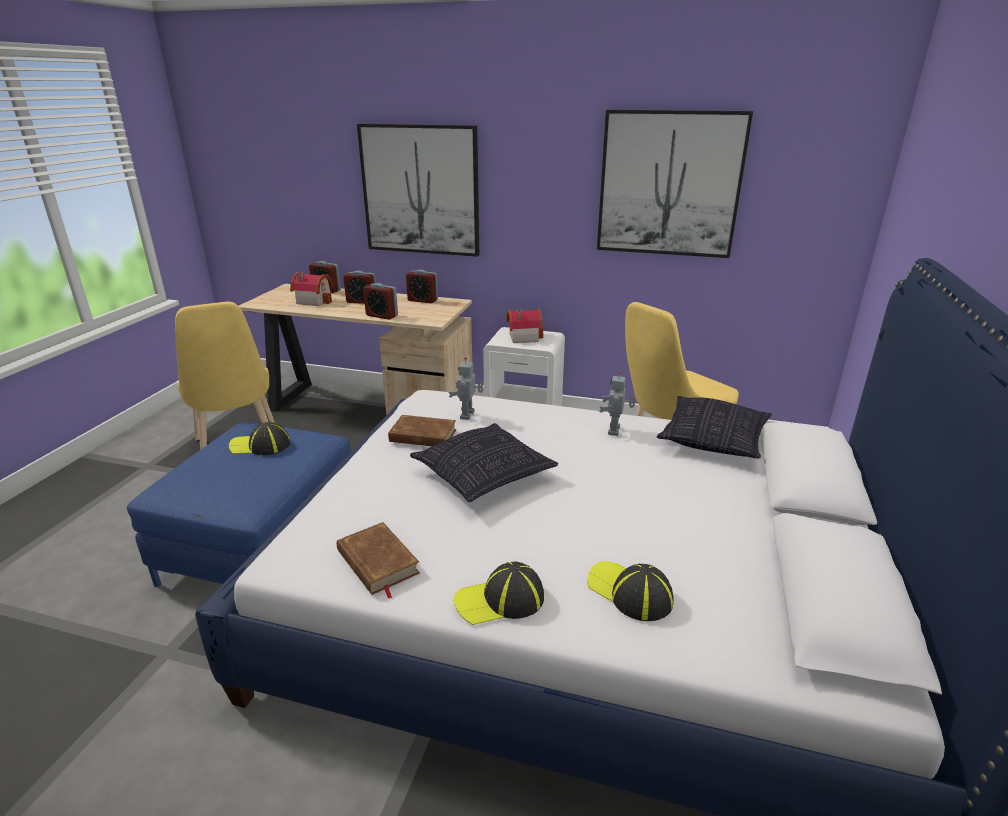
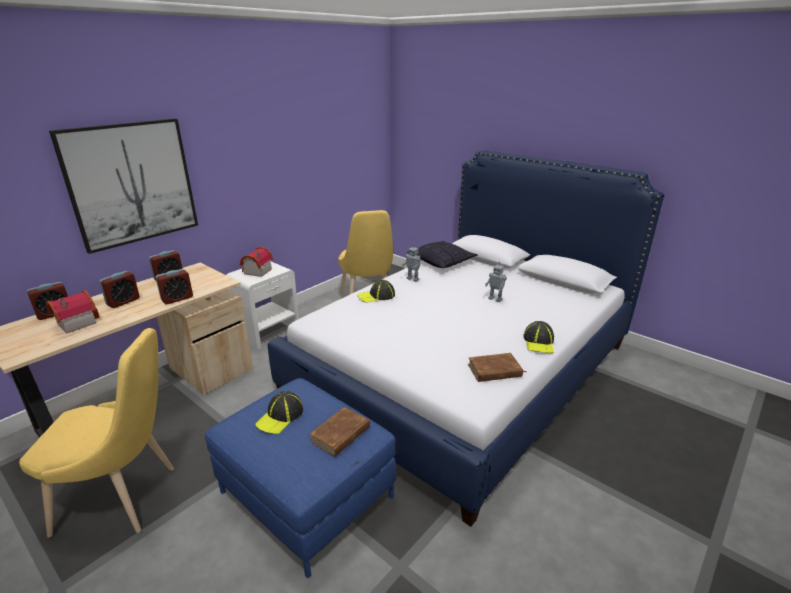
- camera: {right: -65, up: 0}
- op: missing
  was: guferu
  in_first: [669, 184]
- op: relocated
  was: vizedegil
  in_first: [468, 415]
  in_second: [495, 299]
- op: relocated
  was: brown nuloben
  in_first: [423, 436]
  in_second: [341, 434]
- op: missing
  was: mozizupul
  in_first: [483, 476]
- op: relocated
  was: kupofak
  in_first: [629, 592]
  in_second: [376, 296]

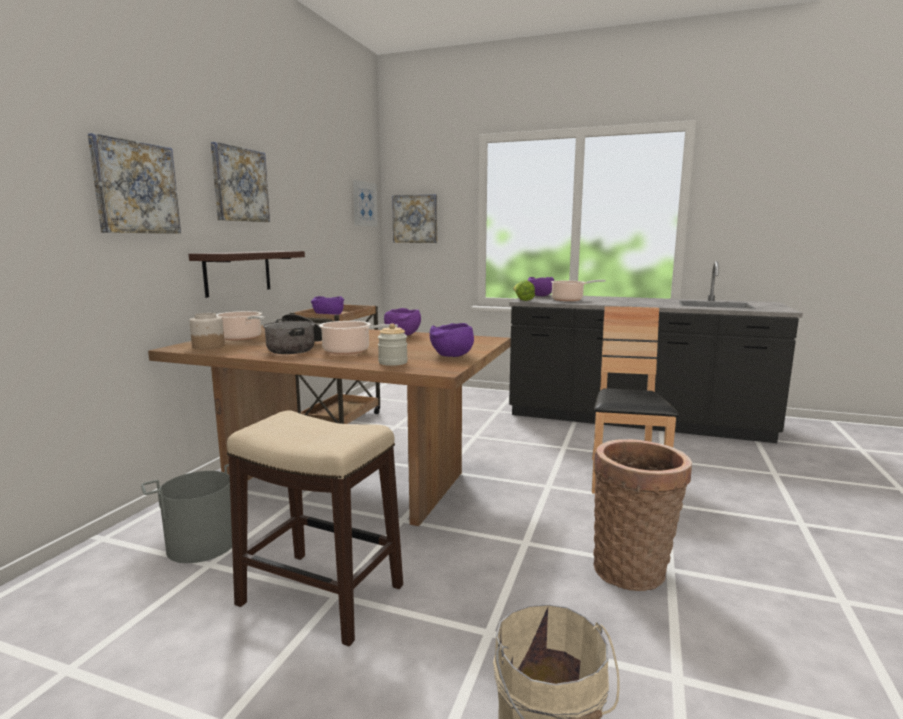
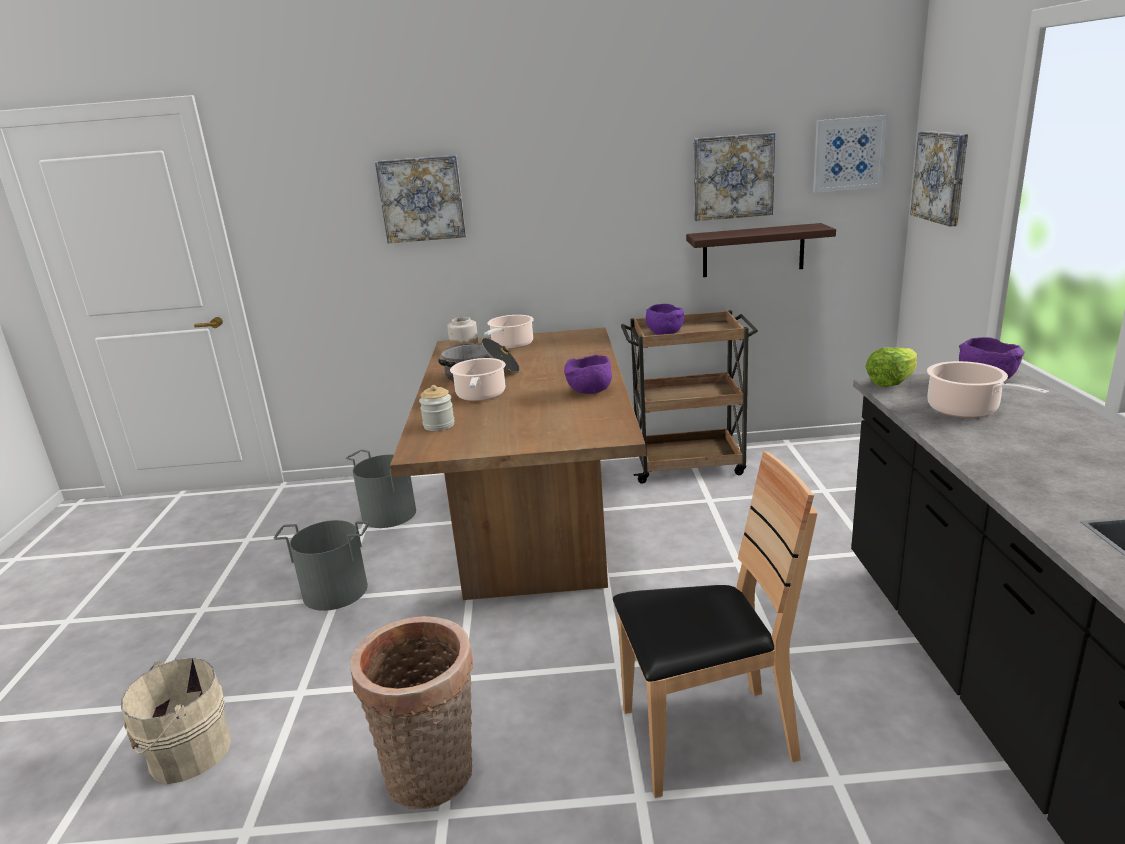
- camera: {right: 70, up: 10}
- op: relocated
  was: guferu
  in_first: [239, 185]
  in_second: [733, 176]
- op: relocated
  was: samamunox
  in_first: [238, 272]
  in_second: [753, 250]
- op: missing
  was: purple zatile
  in_first: [451, 356]
- op: exchanged
  was: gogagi
  now: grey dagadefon
  in_first: [320, 594]
  in_second: [335, 590]

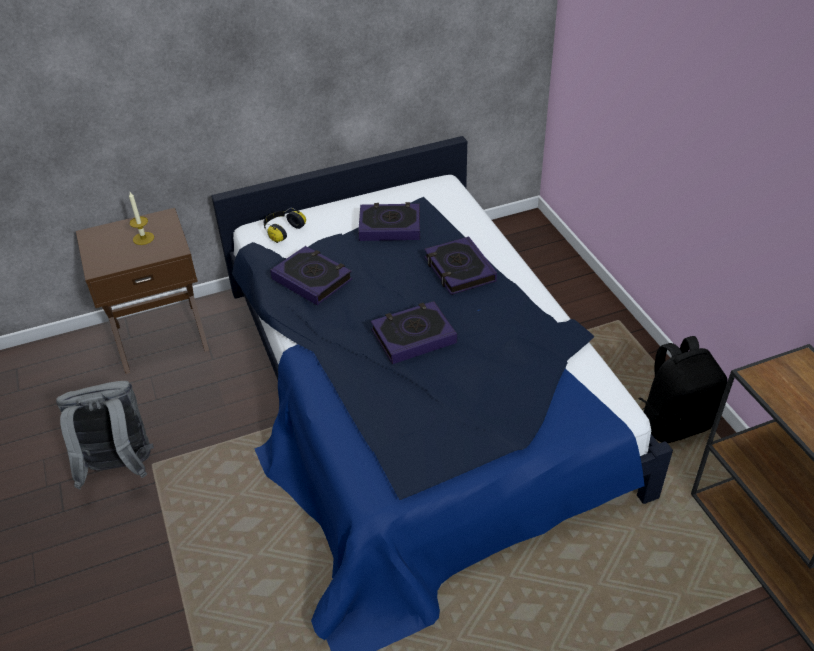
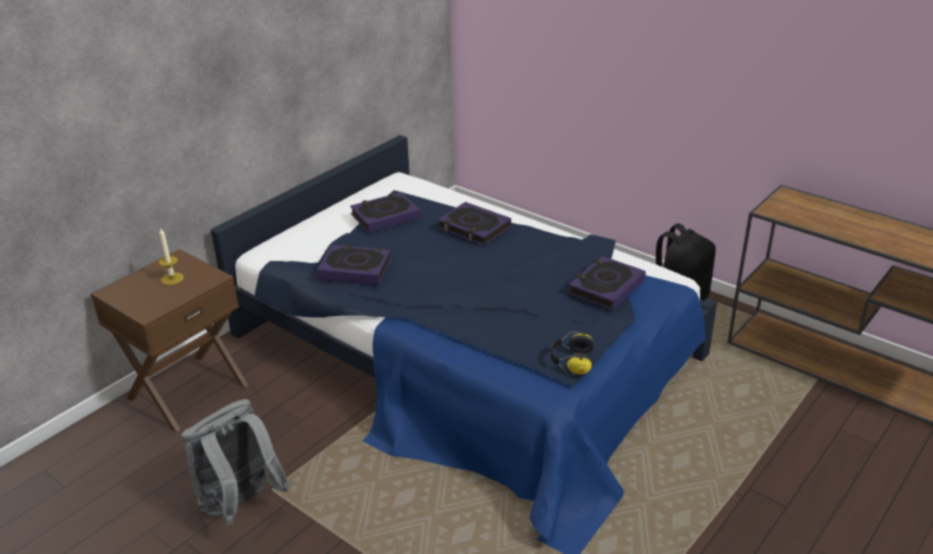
- camera: {right: -30, up: -10}
- op: relocated
  was: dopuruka
  in_first: [282, 231]
  in_second: [571, 361]
- op: relocated
  was: nuloben
  in_first: [413, 336]
  in_second: [606, 287]

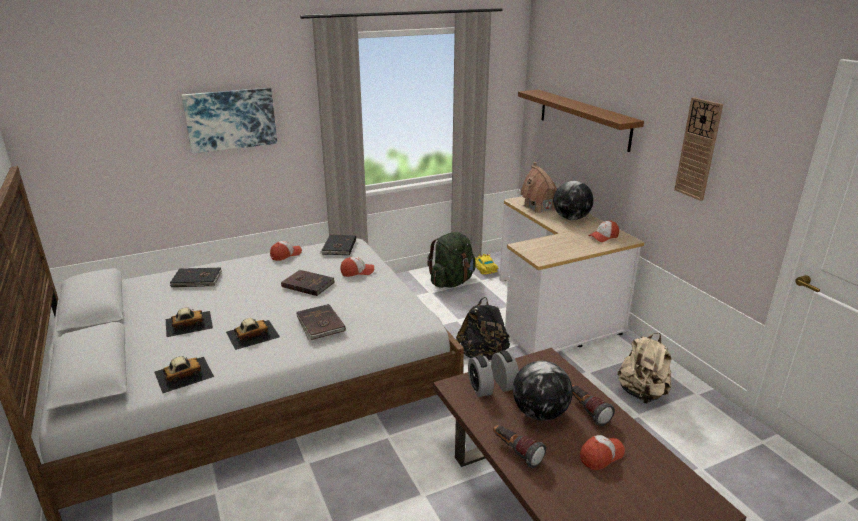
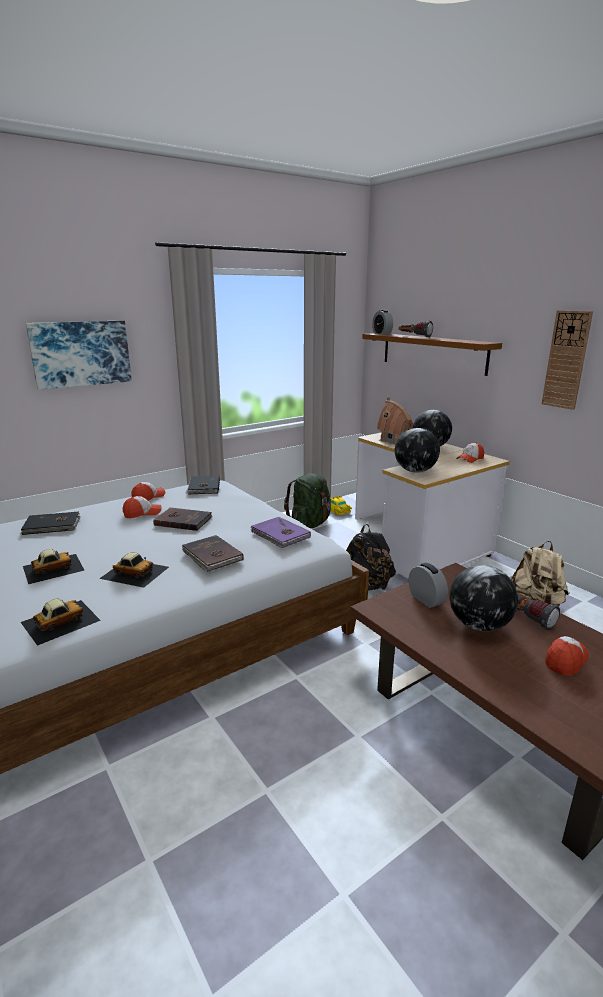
- camera: {right: -10, up: -5}
- op: relocated
  was: kupofak
  in_first: [357, 272]
  in_second: [142, 513]
- op: spun
  was: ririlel
  in_first: [252, 334]
  in_second: [134, 572]
  clockwise: 60
- op: relocated
  was: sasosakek
  in_first: [480, 388]
  in_second: [382, 334]
- op: relocated
  was: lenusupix
  in_first: [516, 452]
  in_second: [414, 337]
- op: appeared
  now: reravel
  in_second: [415, 471]
- op: appeared
  now: purple nuloben
  in_second: [280, 535]

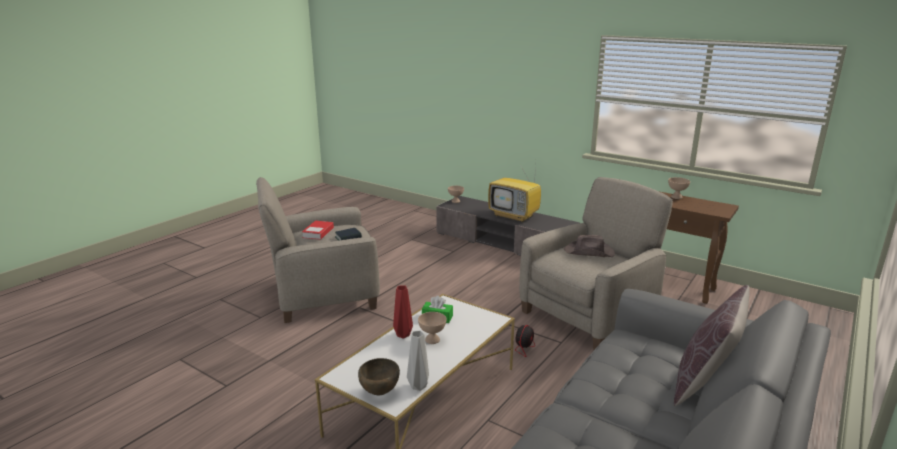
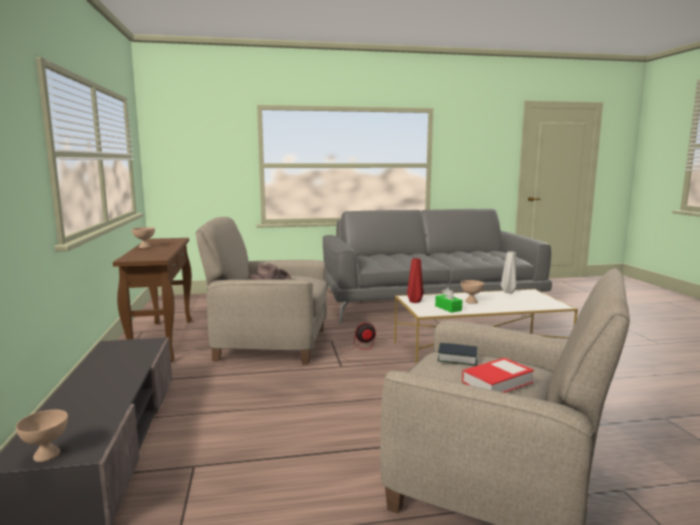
- camera: {right: -135, up: -10}
- op: missing
  was: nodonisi
  in_first: [514, 216]
- op: relocated
  was: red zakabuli
  in_first: [402, 335]
  in_second: [415, 302]
- op: missing
  was: brown mozizupul
  in_first: [704, 383]
- op: missing
  was: brown zatile
  in_first: [379, 392]

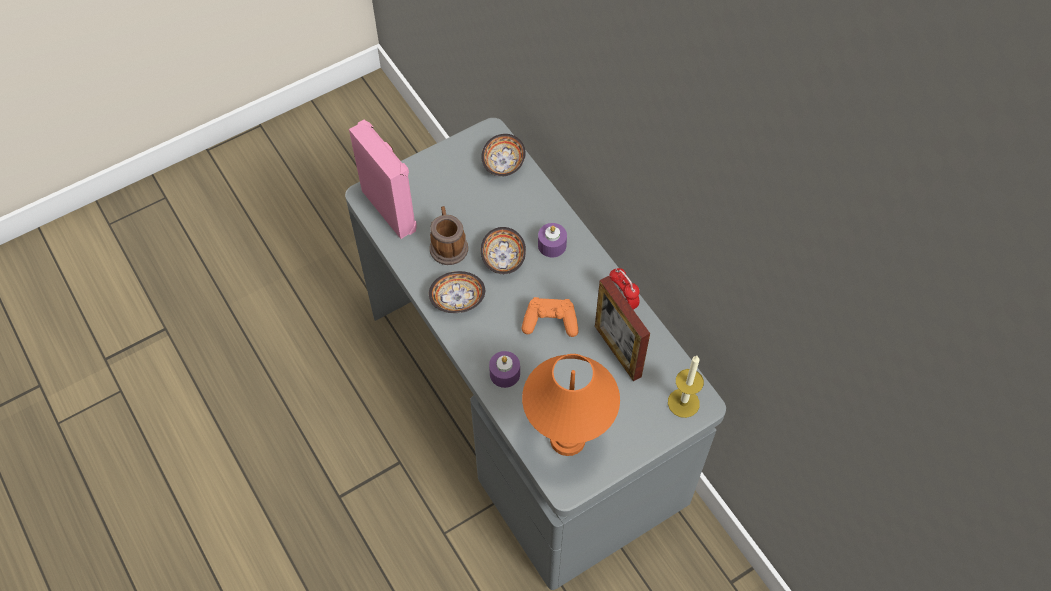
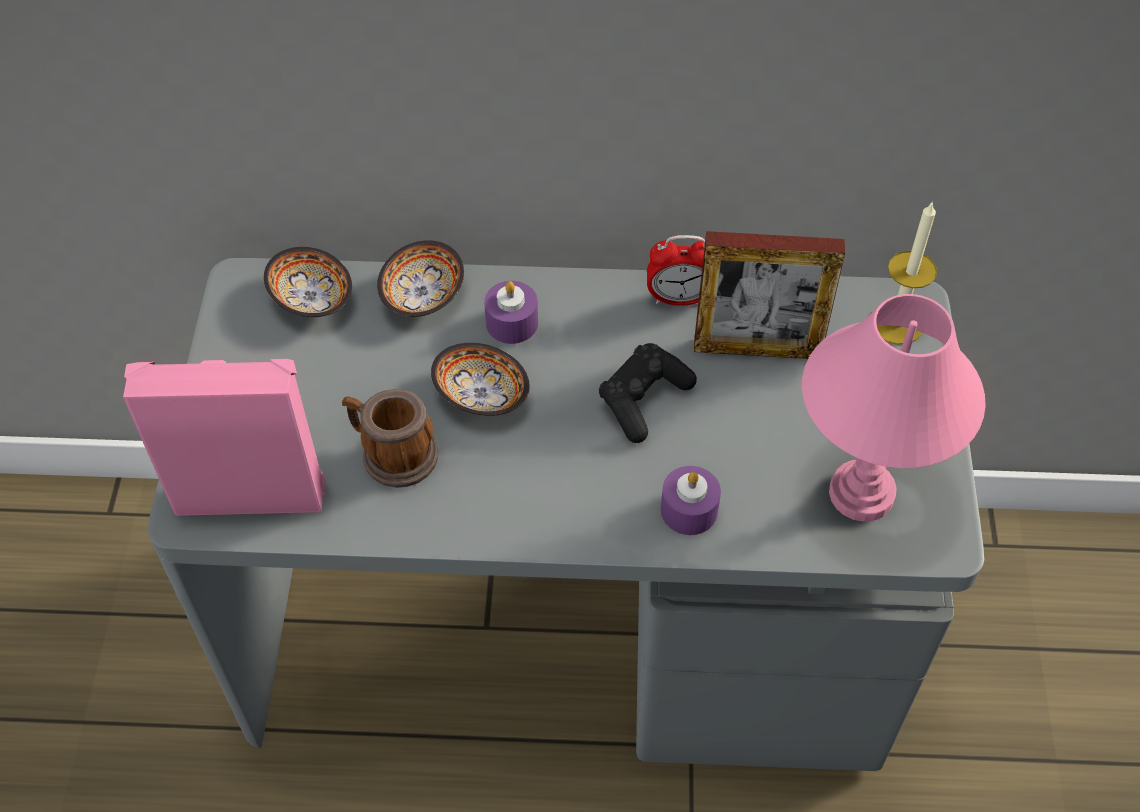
- camera: {right: -55, up: -5}
- op: relocated
  was: zatile
  in_first: [457, 299]
  in_second: [423, 295]
- op: colour
  was: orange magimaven
  now: black magimaven
  in_first: [550, 322]
  in_second: [643, 400]
- op: colour
  was: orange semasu
  now: pink semasu
  in_first: [567, 438]
  in_second: [860, 493]

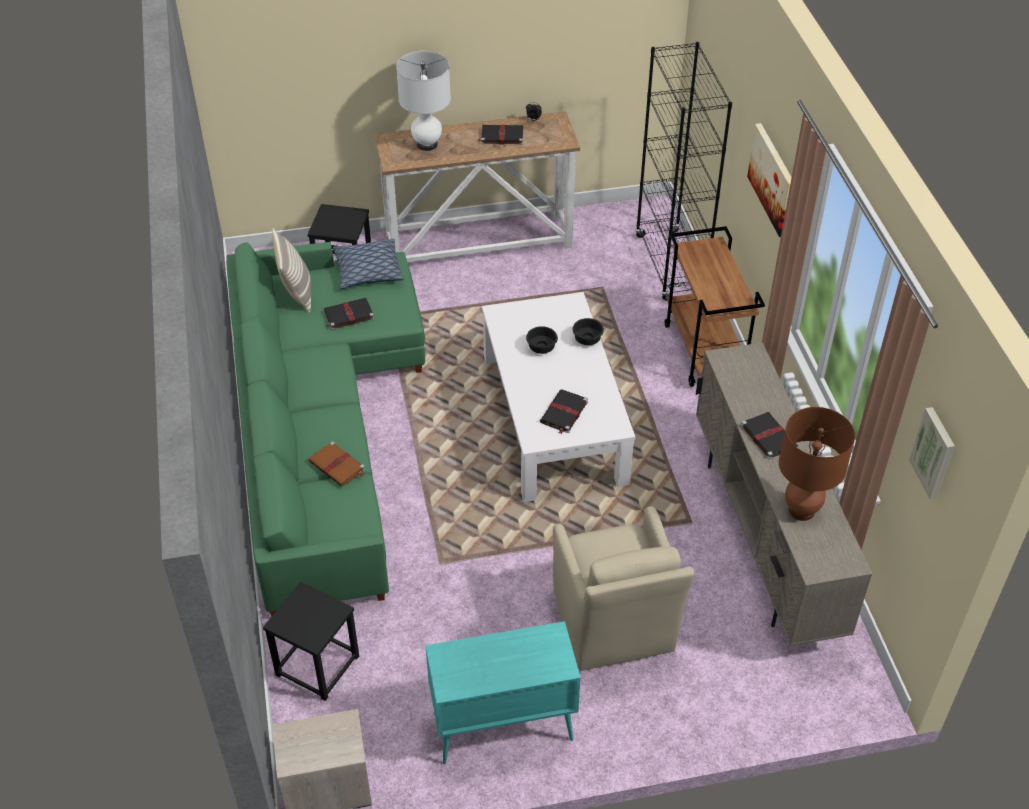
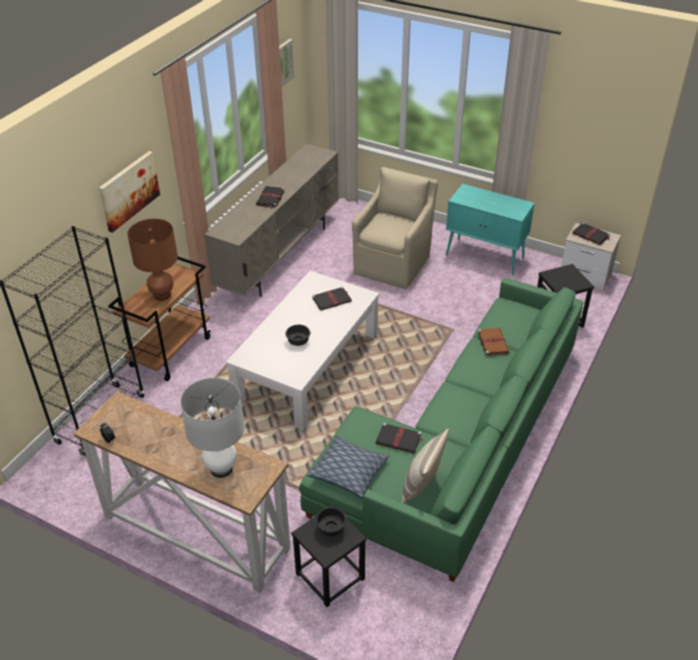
- camera: {right: -140, up: -5}
- op: relocated
  was: black nuloben
  in_first: [501, 136]
  in_second: [591, 235]
- op: relocated
  was: black zatile
  in_first: [588, 339]
  in_second: [330, 528]
- op: relocated
  was: brown semasu
  in_first: [801, 510]
  in_second: [162, 295]

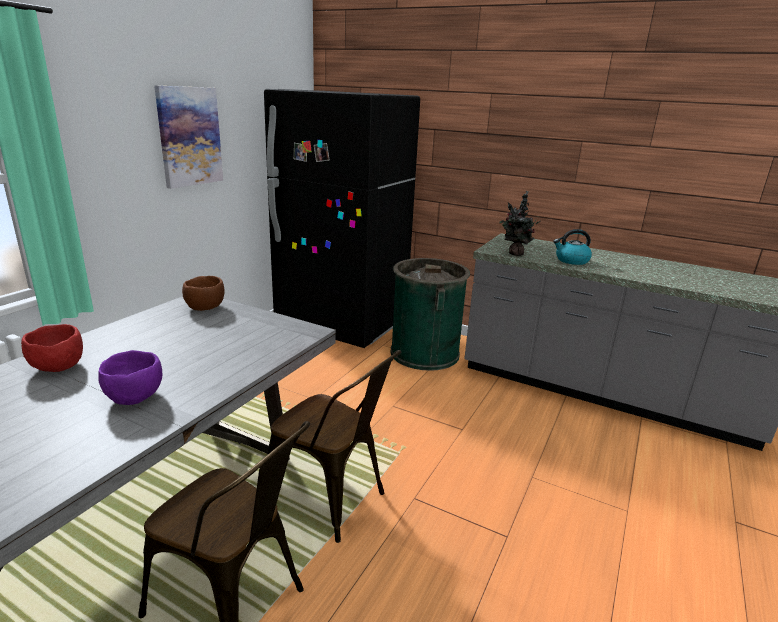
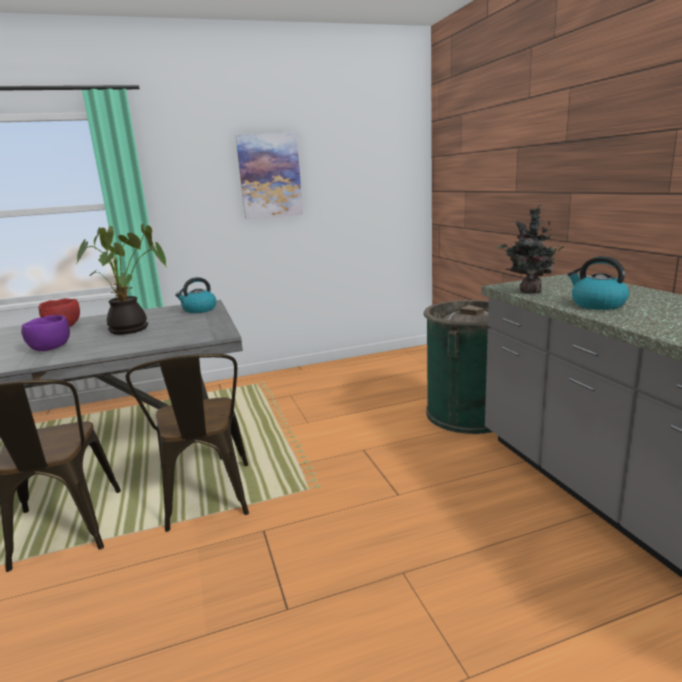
- camera: {right: 45, up: -5}
- op: missing
  was: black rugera
  in_first: [342, 324]
- op: exchanged
  was: brown zatile
  now: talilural
  in_first: [206, 308]
  in_second: [199, 310]
- op: appeared
  now: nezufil
  in_second: [132, 329]

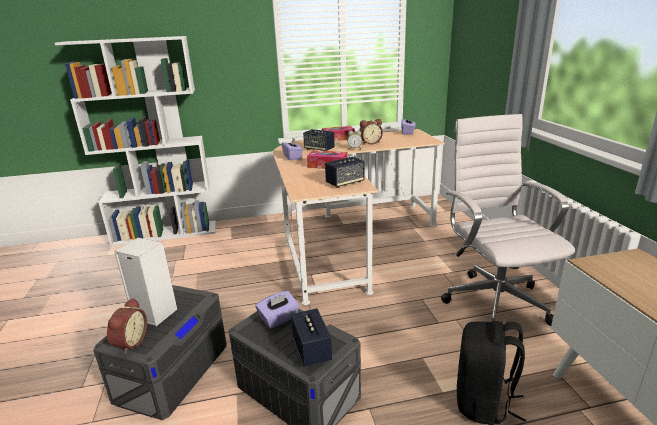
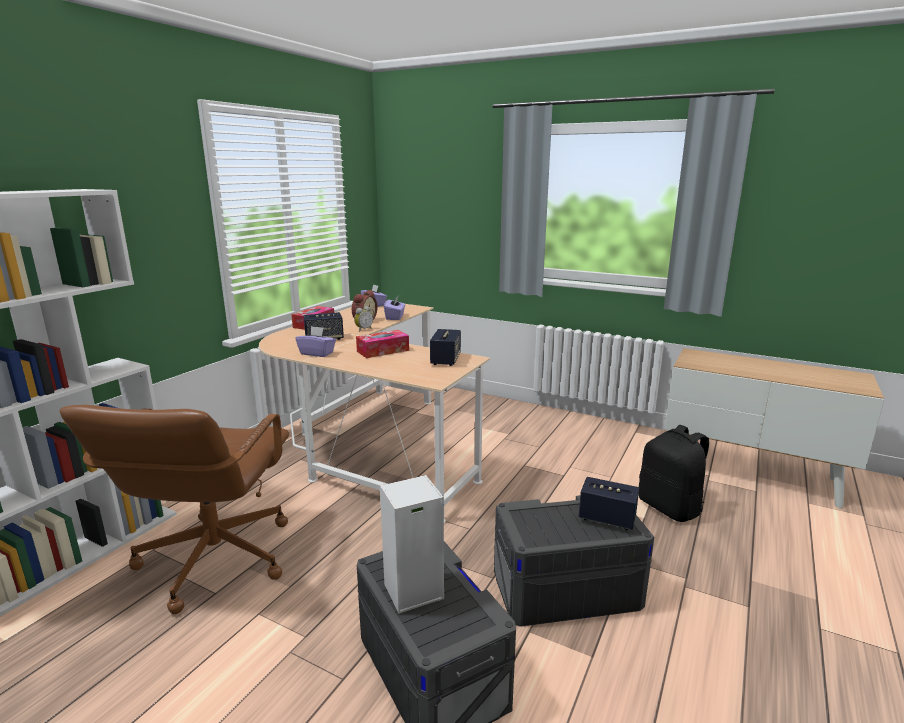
- camera: {right: -50, up: -5}
- op: missing
  was: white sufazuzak
  in_first: [493, 300]
- op: relocated
  was: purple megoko
  in_first: [279, 319]
  in_second: [395, 317]
- op: missing
  was: sasosakek
  in_first: [129, 342]
- op: appeared
  now: brown sufazuzak
  in_second: [213, 559]

